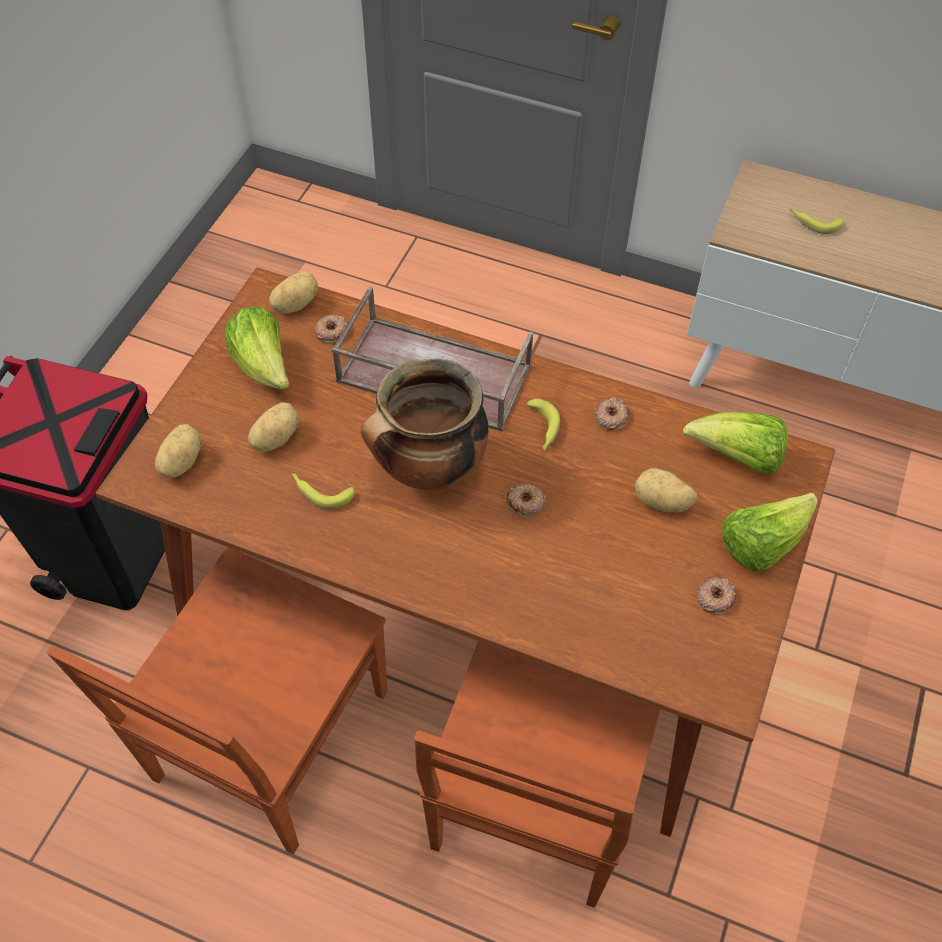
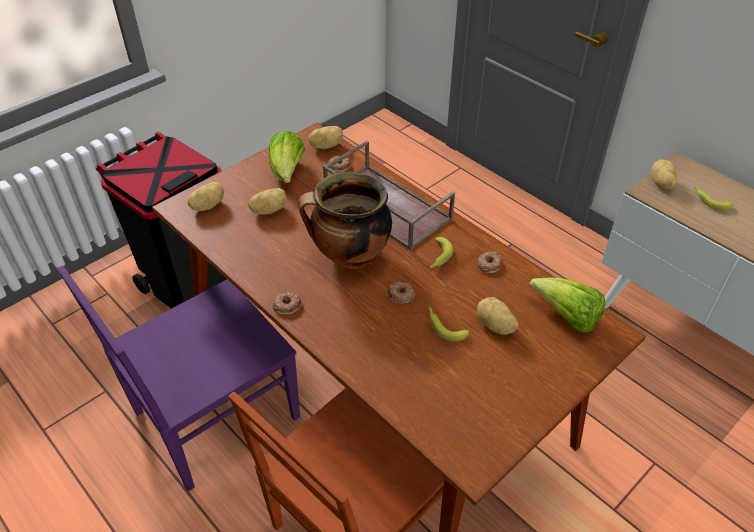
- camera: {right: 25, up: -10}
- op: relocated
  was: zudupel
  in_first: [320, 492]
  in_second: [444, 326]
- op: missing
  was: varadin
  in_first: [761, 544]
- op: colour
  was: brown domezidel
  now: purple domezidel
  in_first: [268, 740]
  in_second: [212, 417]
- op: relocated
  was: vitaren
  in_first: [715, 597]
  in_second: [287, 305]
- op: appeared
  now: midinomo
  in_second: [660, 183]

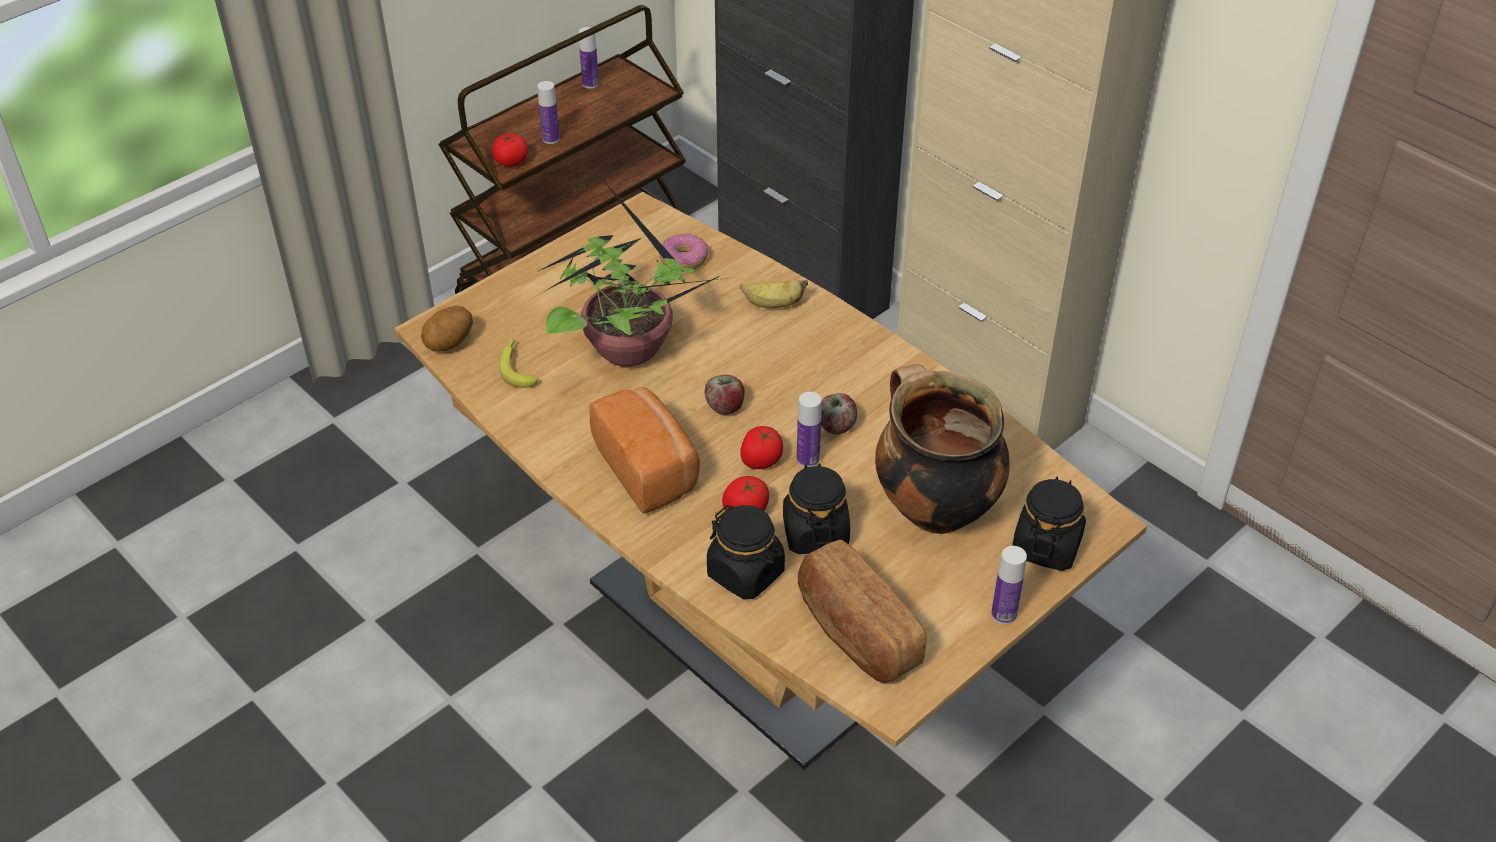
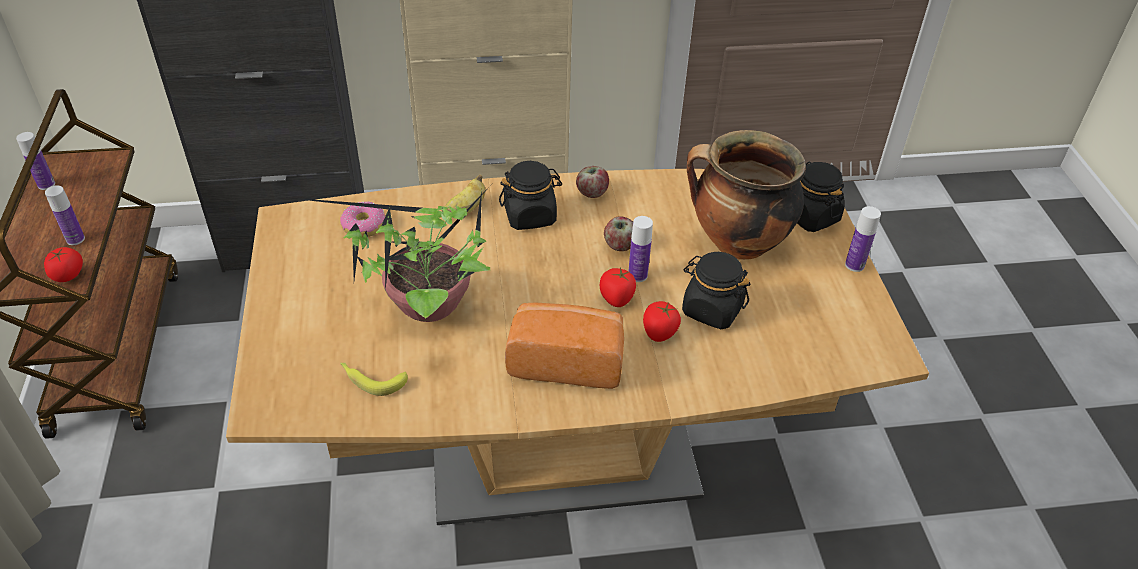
- camera: {right: -55, up: 0}
- op: missing
  was: midinomo
  in_first: [450, 344]
- op: relocated
  was: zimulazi
  in_first: [725, 407]
  in_second: [592, 192]
- op: relocated
  was: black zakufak
  in_first: [746, 573]
  in_second: [530, 215]
- op: missing
  was: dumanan
  in_first: [855, 632]

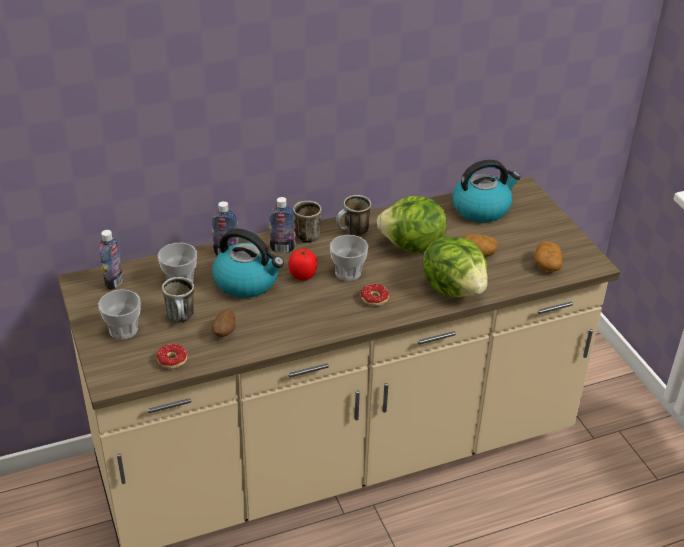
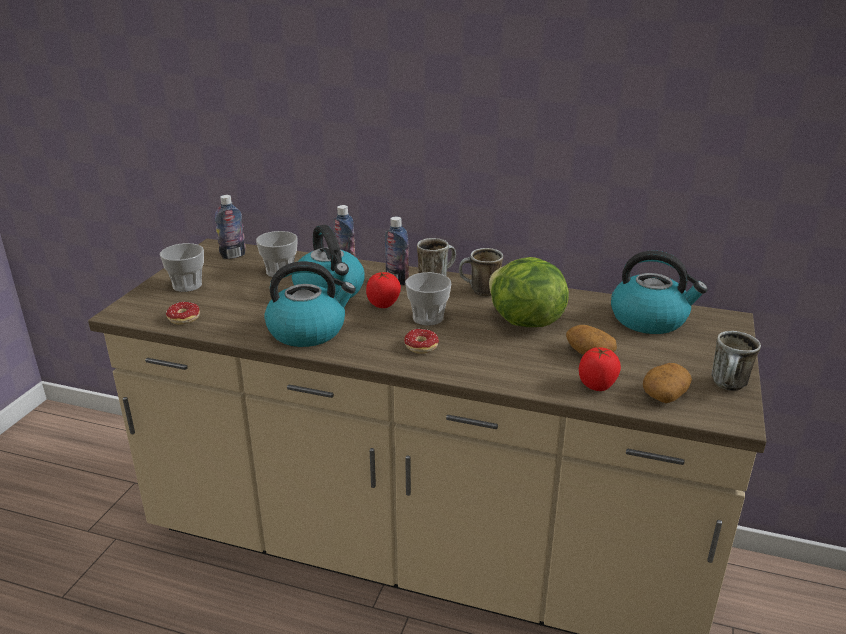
- camera: {right: 40, up: -10}
- op: missing
  was: varadin
  in_first: [454, 288]
- op: relocated
  was: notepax
  in_first: [182, 319]
  in_second: [729, 387]
- op: missing
  was: midinomo
  in_first: [225, 332]
- op: appeared
  now: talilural
  in_second: [308, 331]
- op: appeared
  now: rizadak
  in_second: [597, 386]

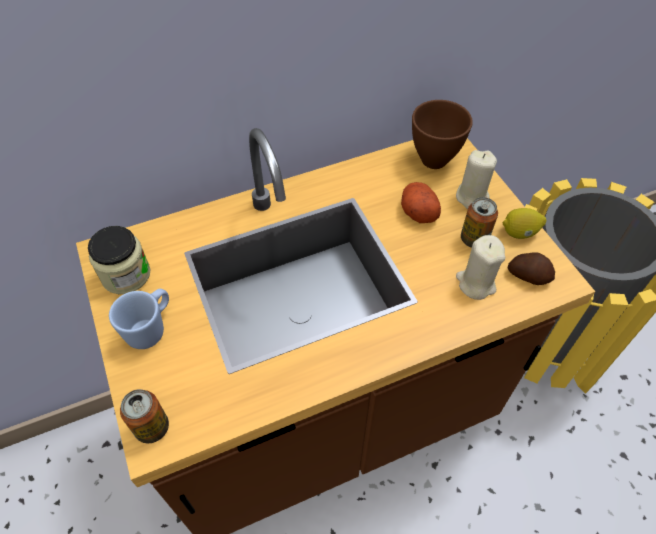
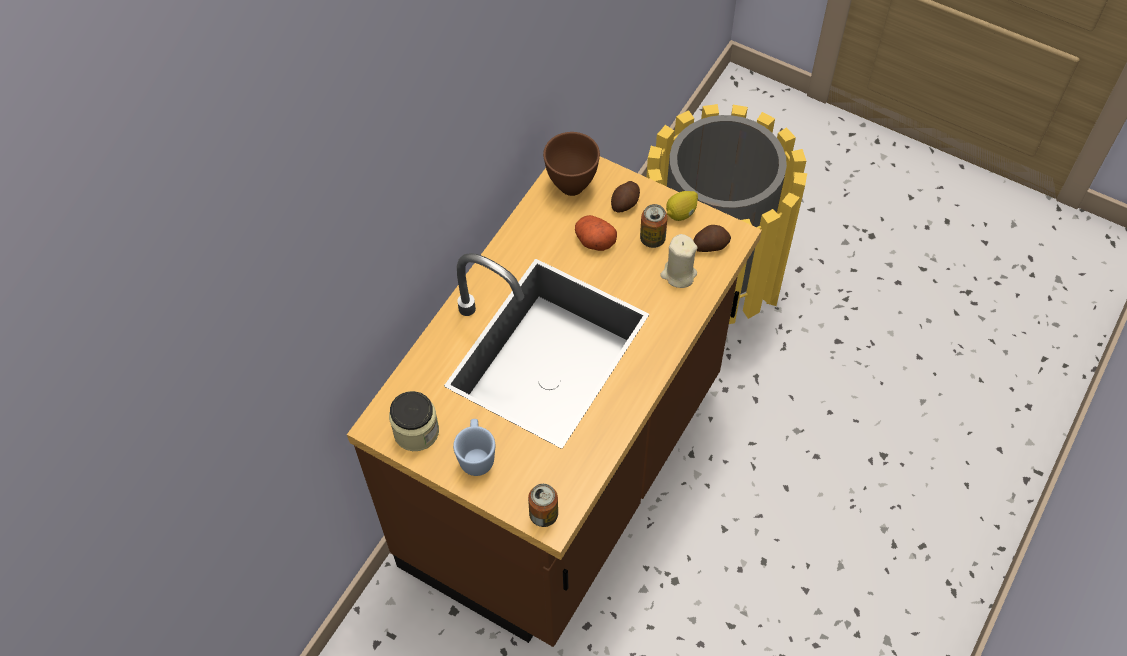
- camera: {right: -35, up: 5}
- op: exchanged
  was: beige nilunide
  now: midinomo
  in_first: [472, 197]
  in_second: [626, 203]

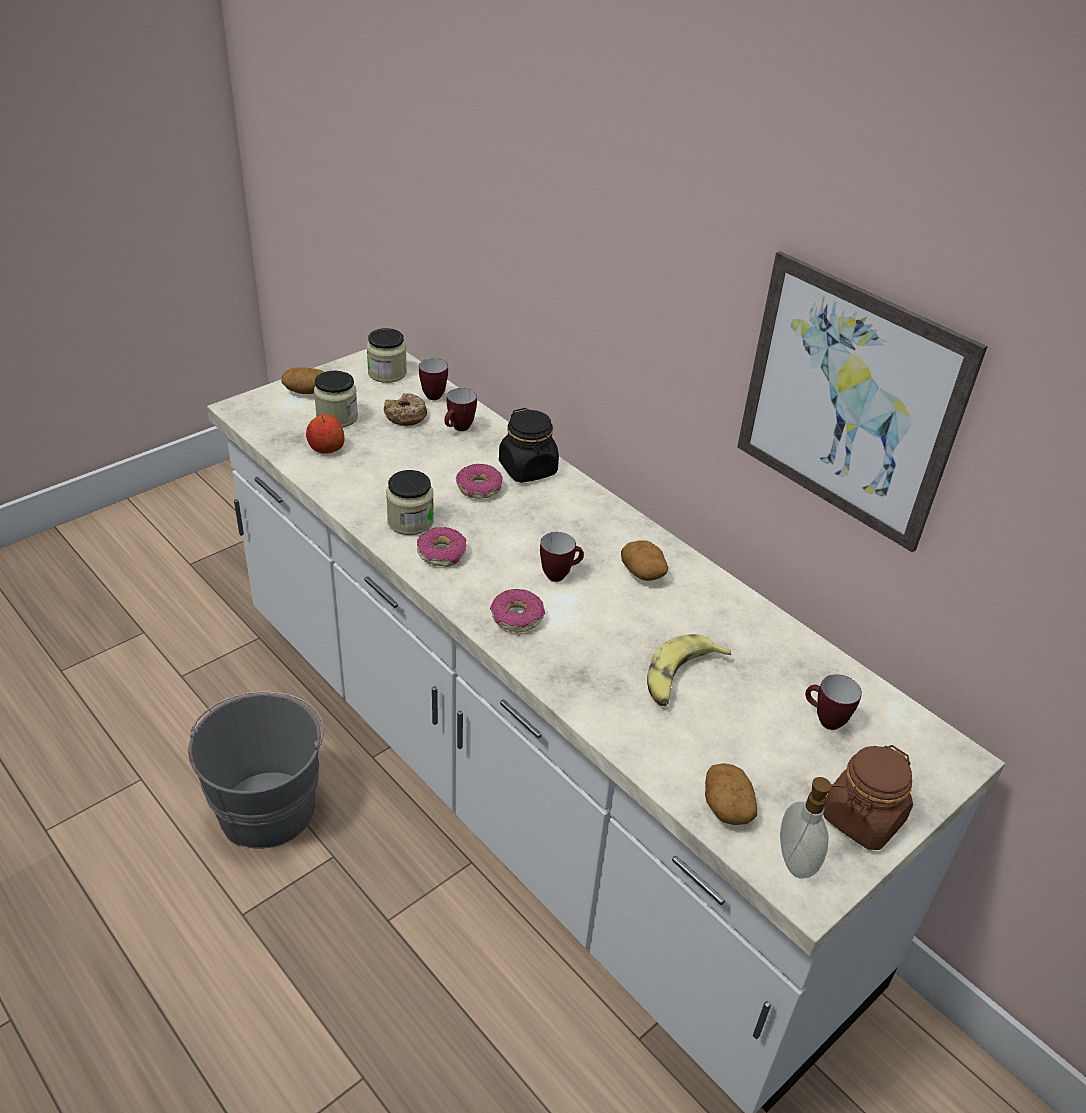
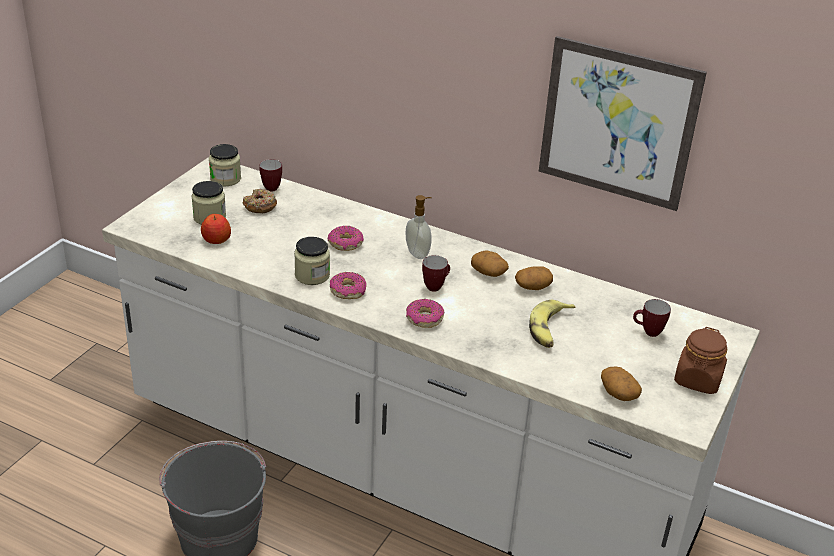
- camera: {right: -20, up: -5}
- op: relocated
  was: midinomo
  in_first: [306, 391]
  in_second: [532, 287]
- op: missing
  was: notepax
  in_first: [459, 429]
- op: missing
  was: black zakufak
  in_first: [528, 469]
- op: relocated
  was: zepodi
  in_first: [797, 860]
  in_second: [418, 253]

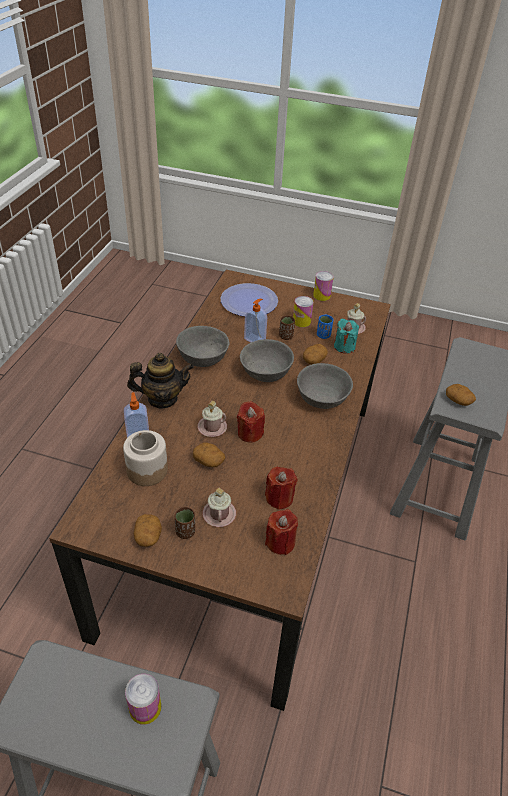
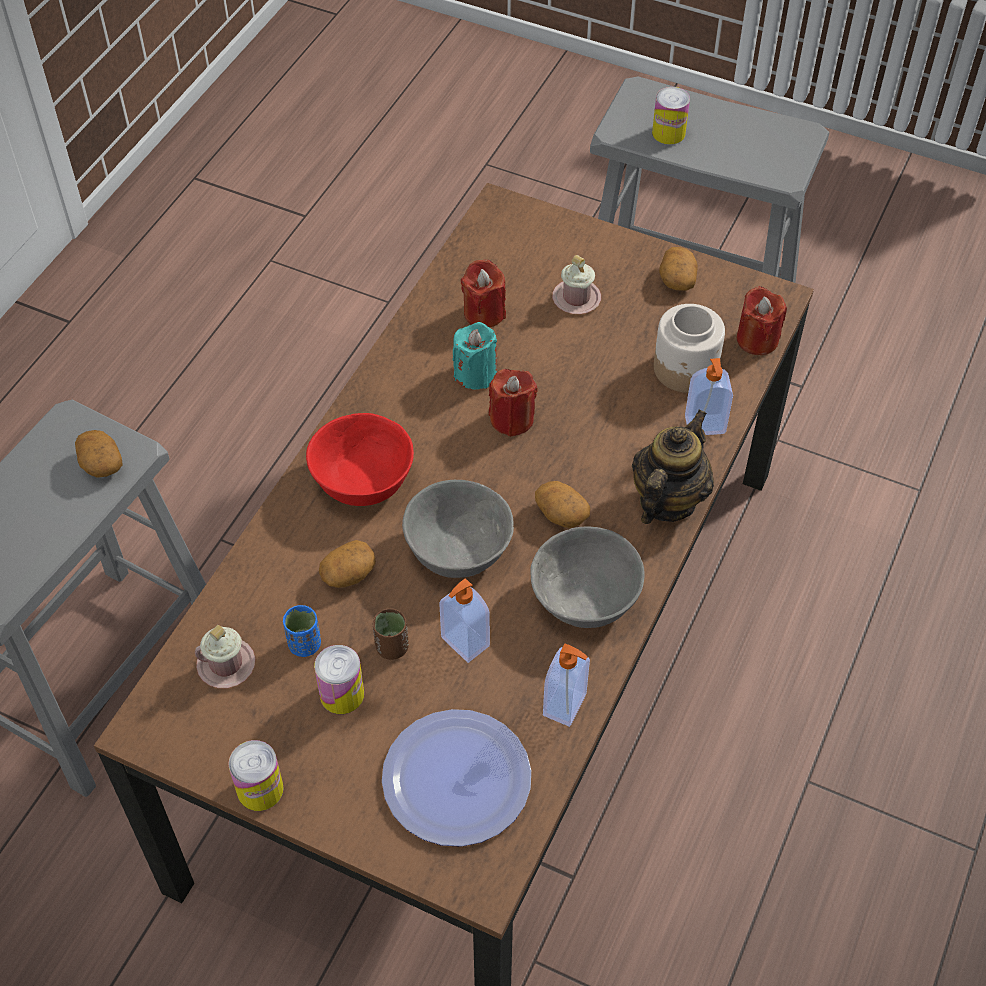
- camera: {right: -170, up: 10}
- op: relocated
  was: turquoise nilunide
  in_first: [344, 346]
  in_second: [475, 374]
- op: spun
  was: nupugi
  in_first: [162, 399]
  in_second: [667, 500]
  clockwise: 120
- op: colour
  was: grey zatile
  now: red zatile
  in_first: [322, 398]
  in_second: [362, 479]
- op: missing
  was: pink notepax
  in_first: [212, 427]
- op: relocated
  was: midinomo
  in_first: [209, 461]
  in_second: [560, 514]
- op: missing
  was: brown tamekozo
  in_first: [185, 532]
- op: relocated
  was: red nilunide
  in_first: [280, 542]
  in_second: [757, 339]
- op: appeared
  now: zepodi
  in_second: [566, 705]

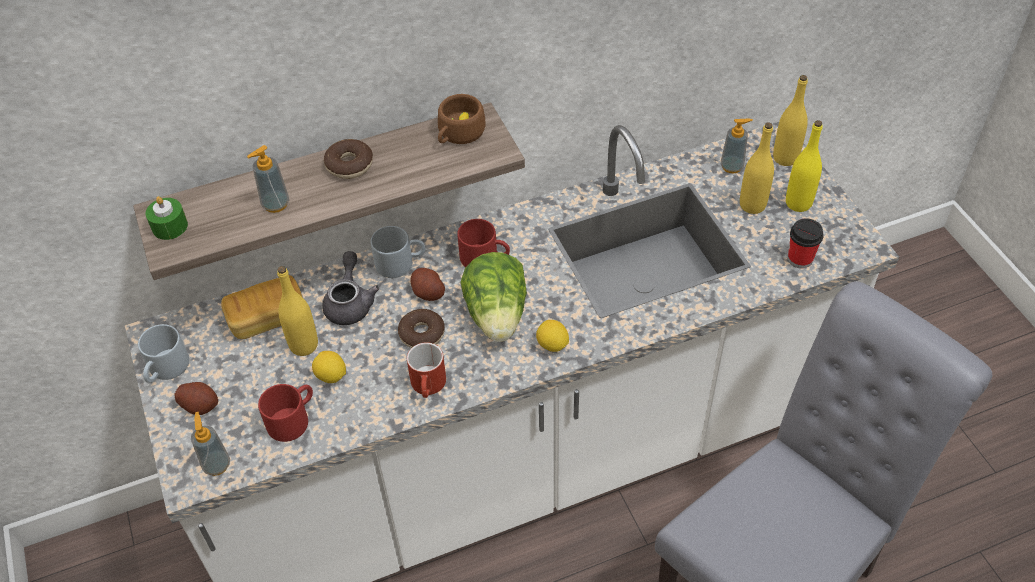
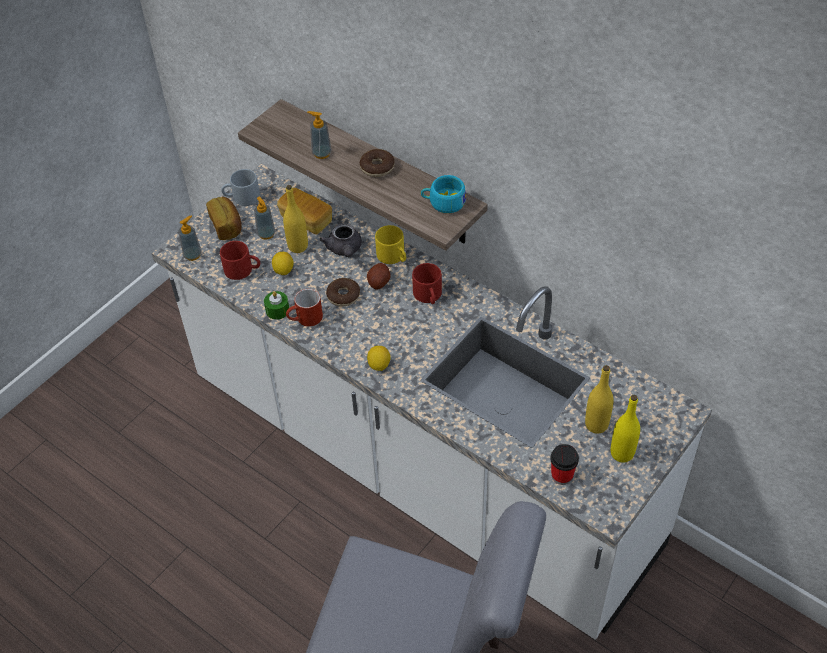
- camera: {right: 60, up: 0}
- op: missing
  was: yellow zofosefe
  in_first: [785, 158]
- op: colour
  was: brown tamekozo
  now: turquoise tamekozo
  in_first: [458, 134]
  in_second: [443, 202]
- op: relocated
  was: zepodi
  in_first: [732, 166]
  in_second: [266, 234]
- op: relocated
  was: green nilunide
  in_first: [170, 226]
  in_second: [277, 310]
- op: colour
  was: grey notepax
  now: yellow notepax
  in_first: [400, 262]
  in_second: [394, 256]
- op: spun
  was: grey nupugi
  in_first: [350, 302]
  in_second: [344, 250]
  clockwise: 105
- op: missing
  was: varadin
  in_first: [497, 316]
- op: exchanged
  was: midinomo
  now: dumanan
  in_first: [200, 405]
  in_second: [227, 226]

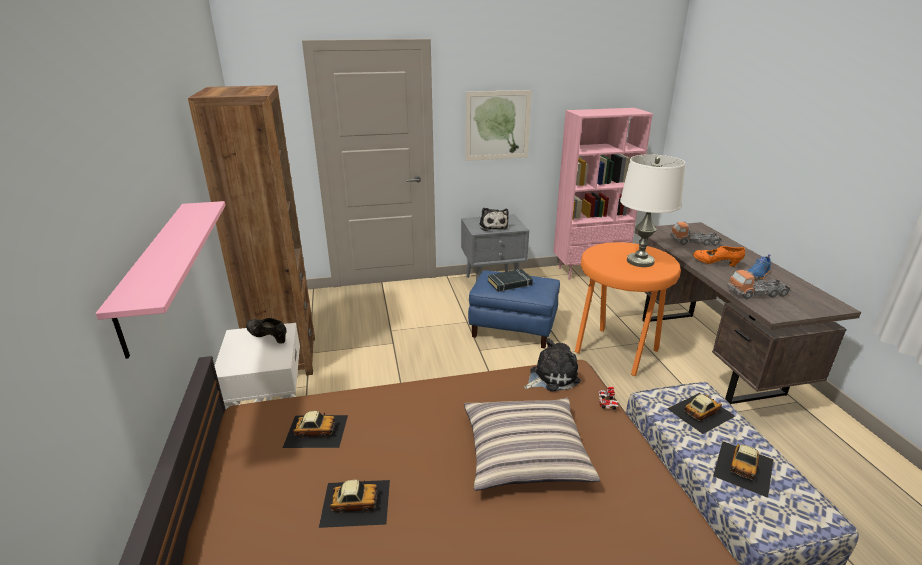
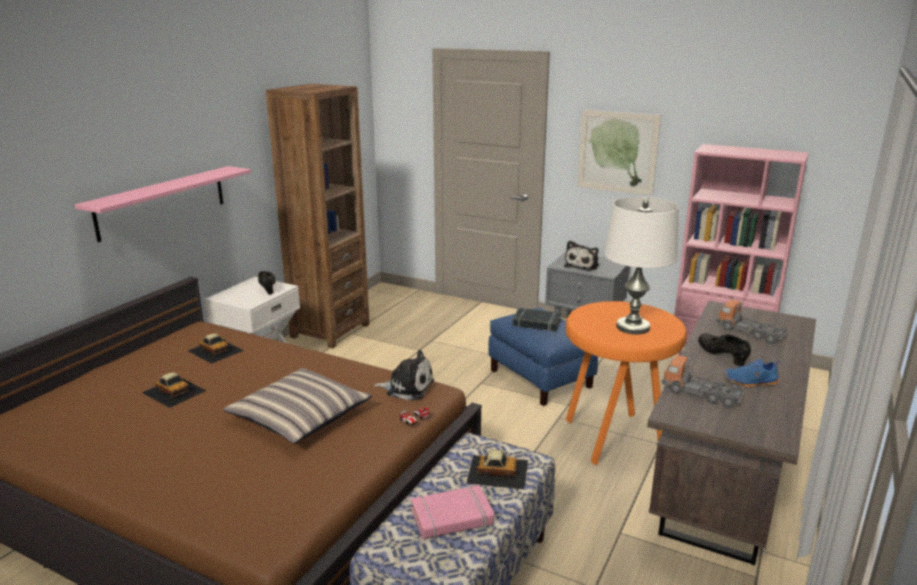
- camera: {right: 40, up: -5}
- op: colour
  was: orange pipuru
  now: black pipuru
  in_first: [716, 264]
  in_second: [722, 357]
- op: exchanged
  was: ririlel
  now: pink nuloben
  in_first: [744, 467]
  in_second: [452, 517]

